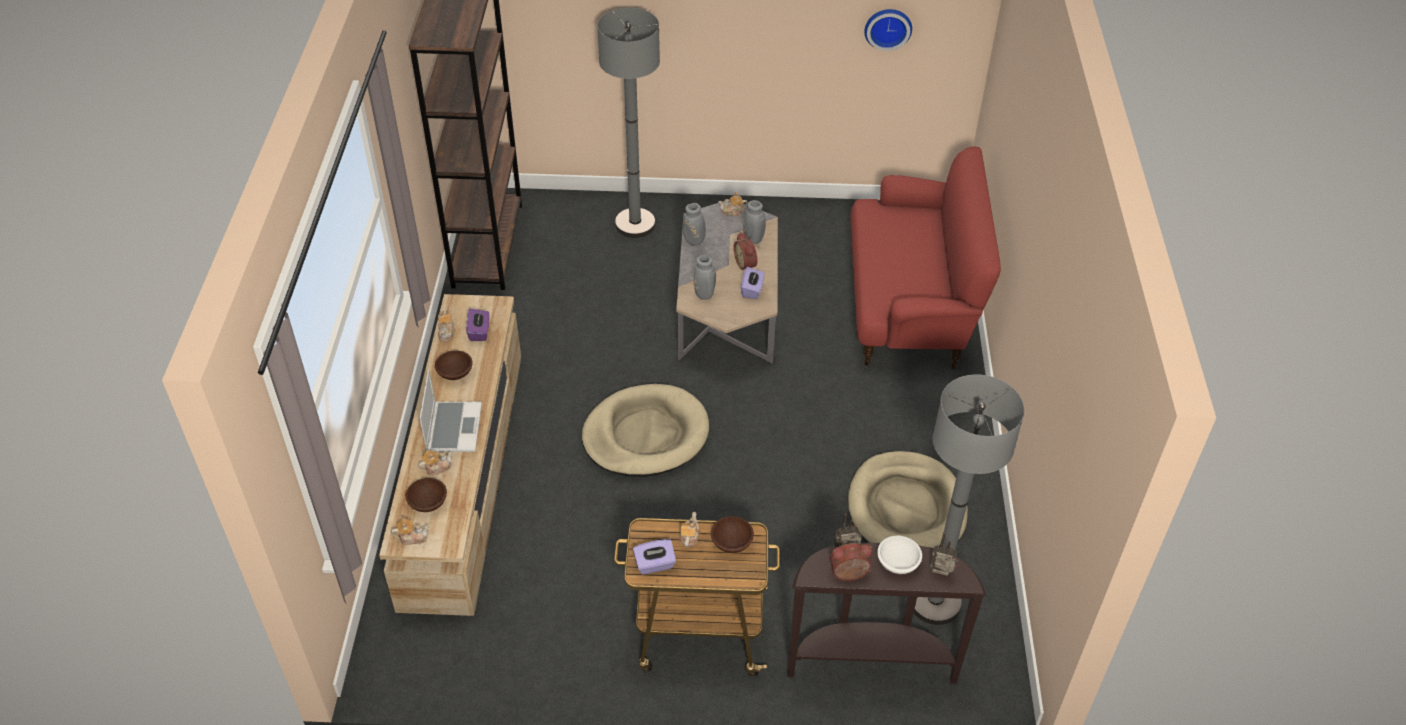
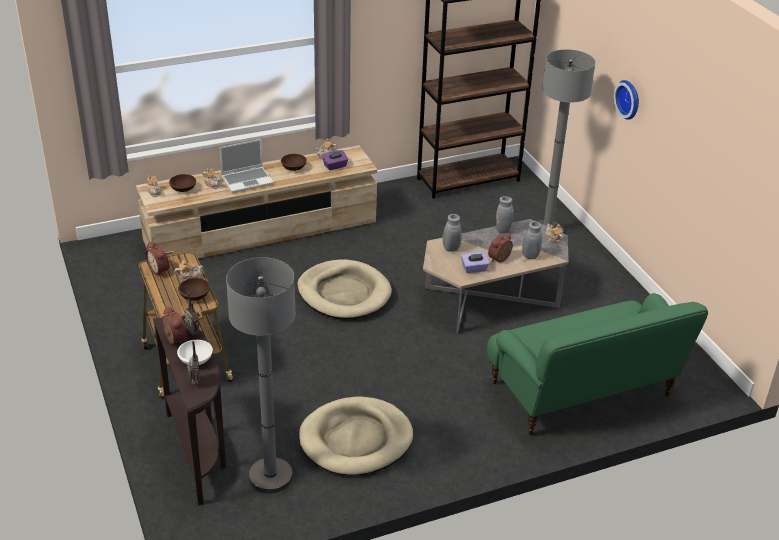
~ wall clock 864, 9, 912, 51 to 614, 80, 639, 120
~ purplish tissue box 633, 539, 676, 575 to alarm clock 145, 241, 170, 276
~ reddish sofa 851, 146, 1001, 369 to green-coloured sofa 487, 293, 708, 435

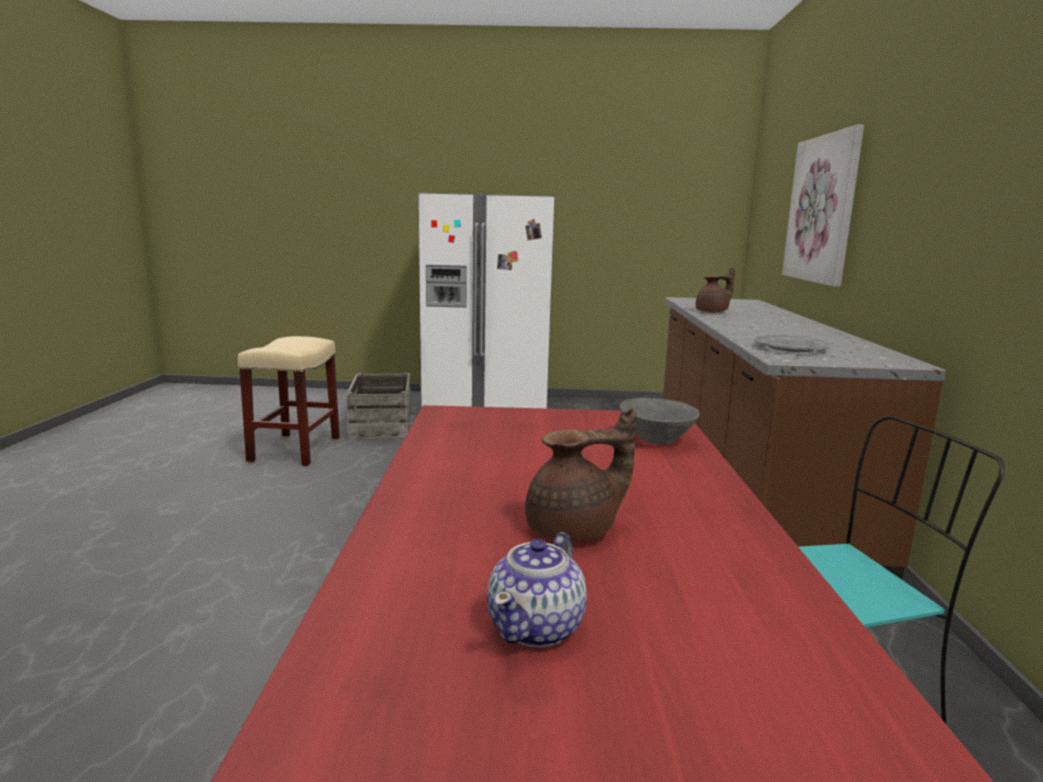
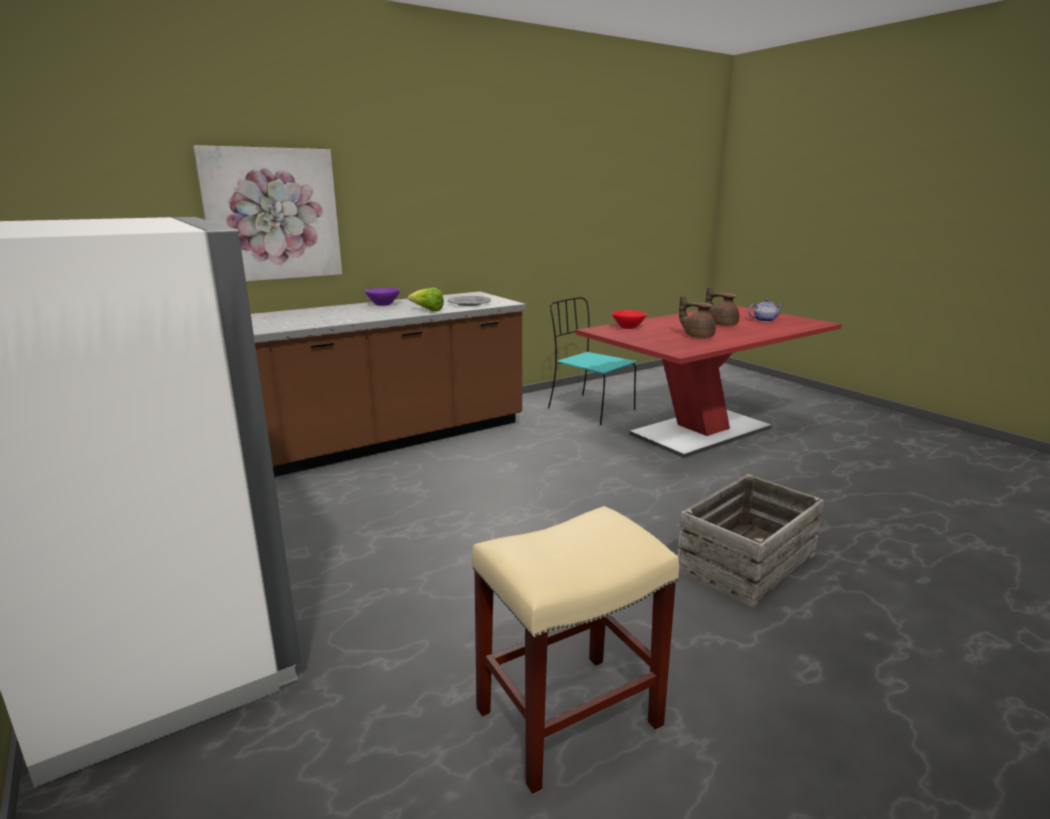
+ purplish serving bowl 365, 288, 400, 306
+ head of lettuce 408, 287, 444, 311
~ packing crate 346, 373, 412, 439 to 677, 474, 824, 608
~ brownish tea pot 696, 267, 735, 312 to 679, 295, 716, 338
~ greyish serving bowl 620, 398, 700, 444 to reddish serving bowl 612, 310, 647, 329

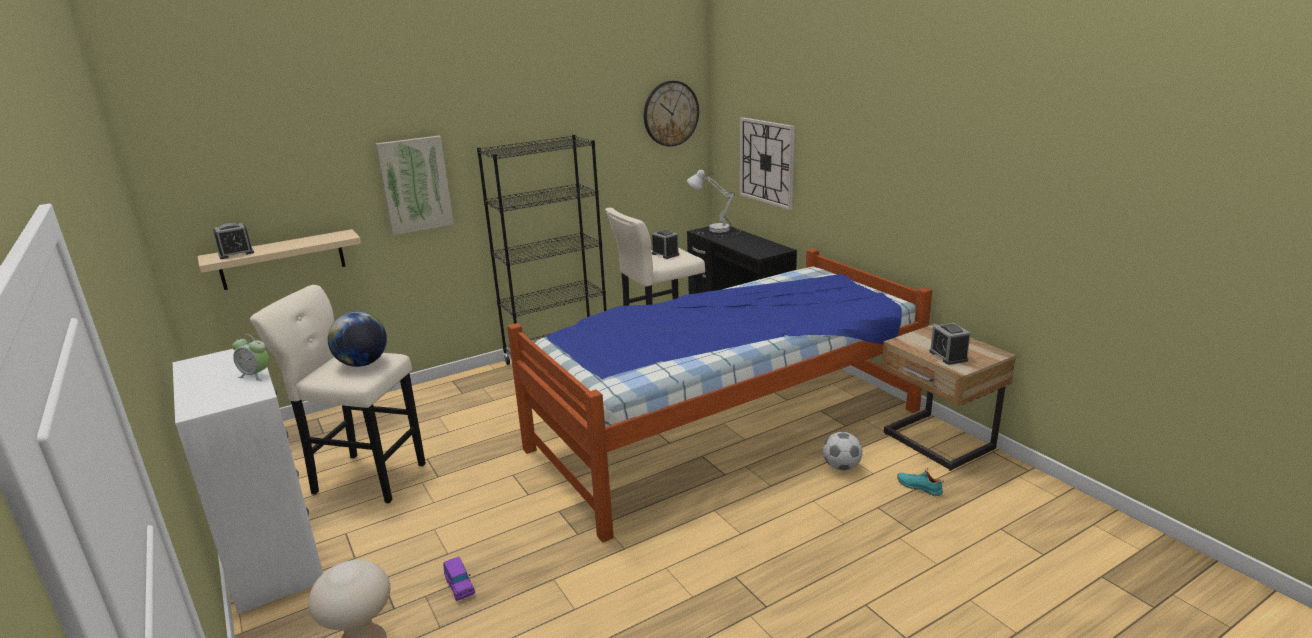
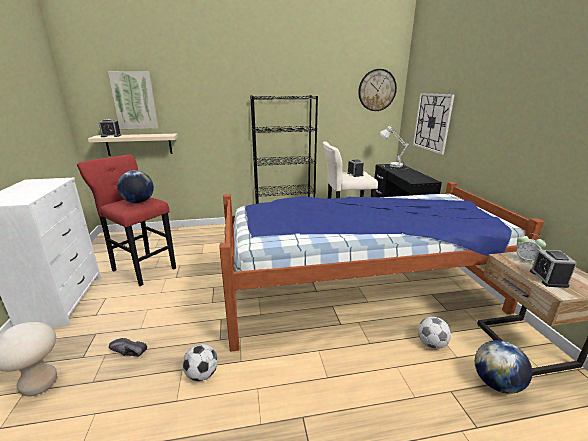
+ football 182, 344, 218, 381
~ alarm clock 232, 334, 269, 381 to 513, 233, 546, 265
~ picture 375, 136, 454, 235 to 108, 71, 158, 129
~ purplish toy car 444, 557, 475, 601 to blackish item of footwear 109, 338, 147, 357
~ turquoise-coloured item of footwear 897, 468, 944, 496 to globe 475, 340, 532, 394
~ sand-coloured sitting stool 250, 285, 426, 504 to reddish sitting stool 77, 154, 176, 286

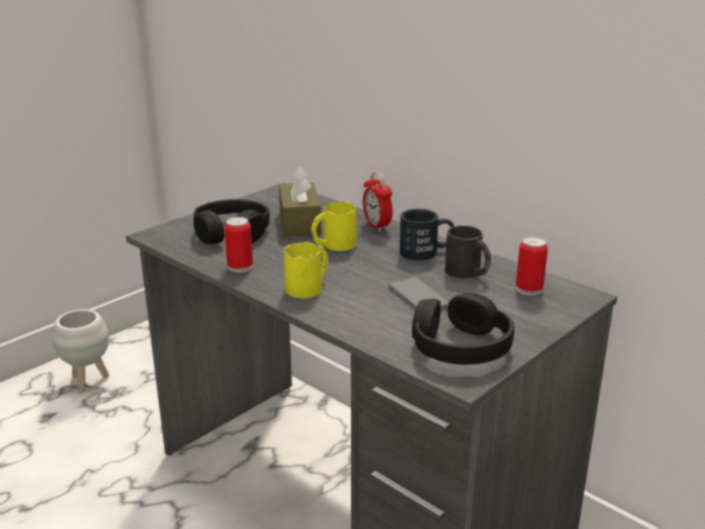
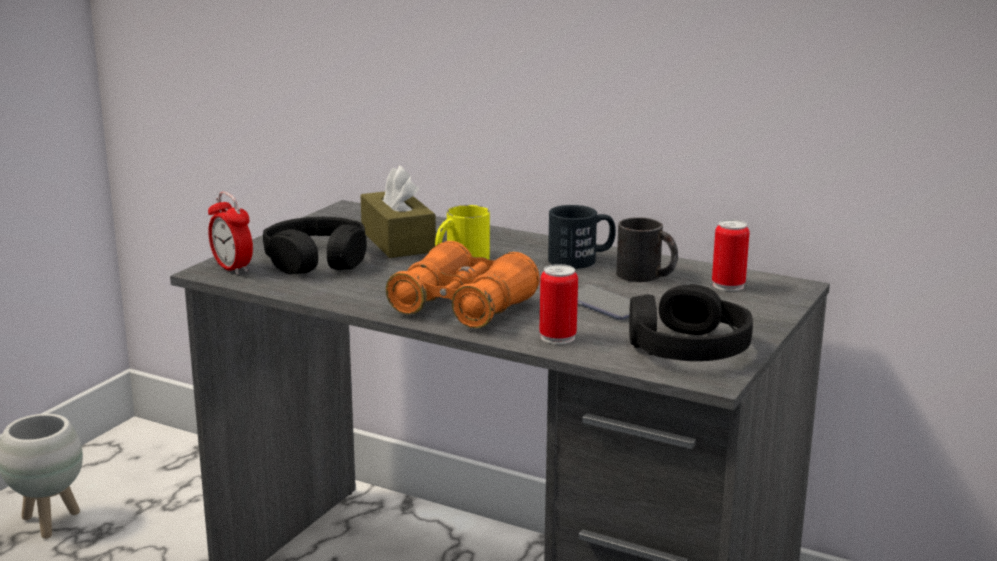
~ metal can 224, 217, 253, 272 to 540, 264, 578, 344
~ alarm clock 363, 172, 393, 232 to 208, 192, 253, 275
~ yellowish mug 284, 242, 328, 298 to orangey pair of binoculars 386, 241, 540, 328

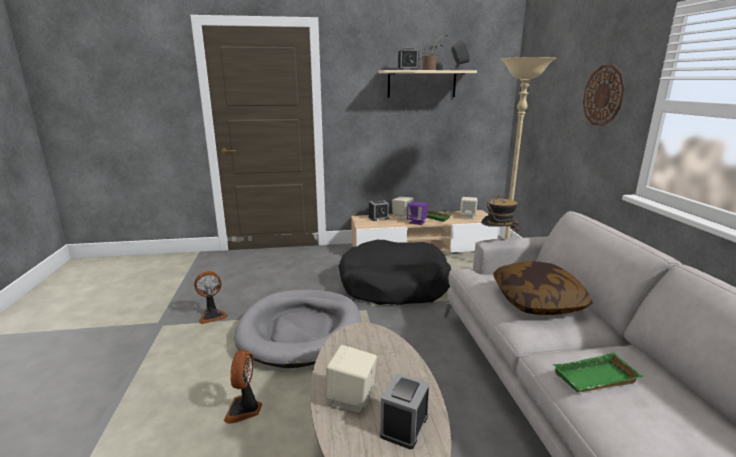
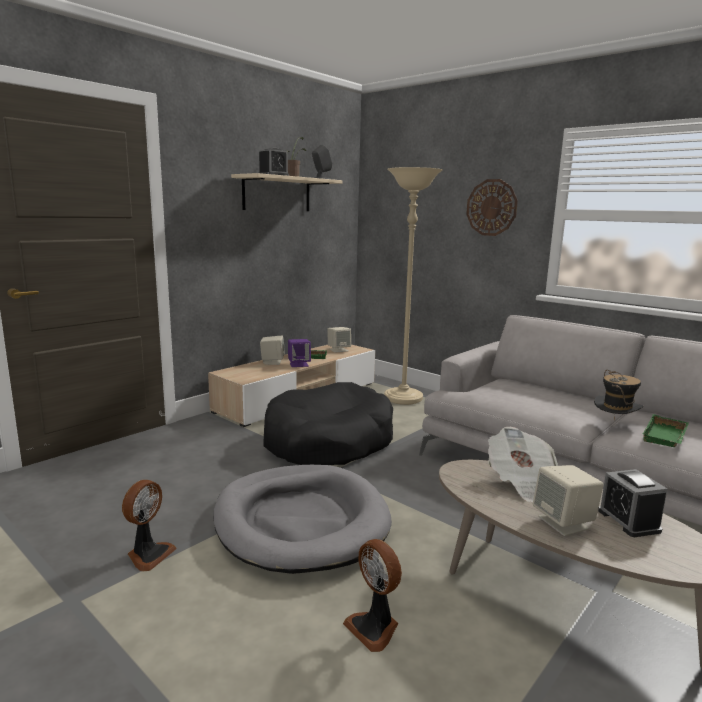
- alarm clock 368, 200, 390, 221
- cushion 493, 261, 593, 315
+ newspaper 488, 427, 558, 503
~ wearable hat 481, 194, 520, 231 to 594, 370, 644, 419

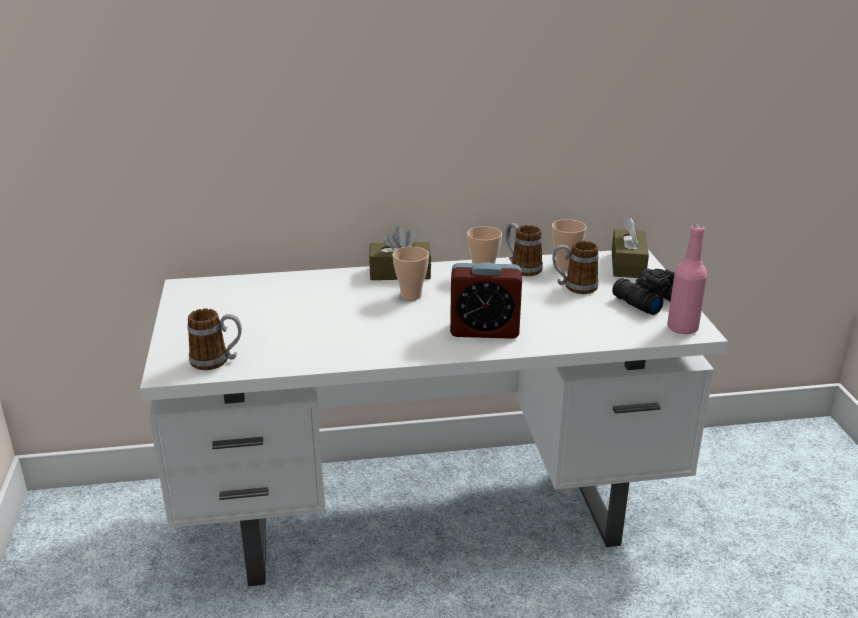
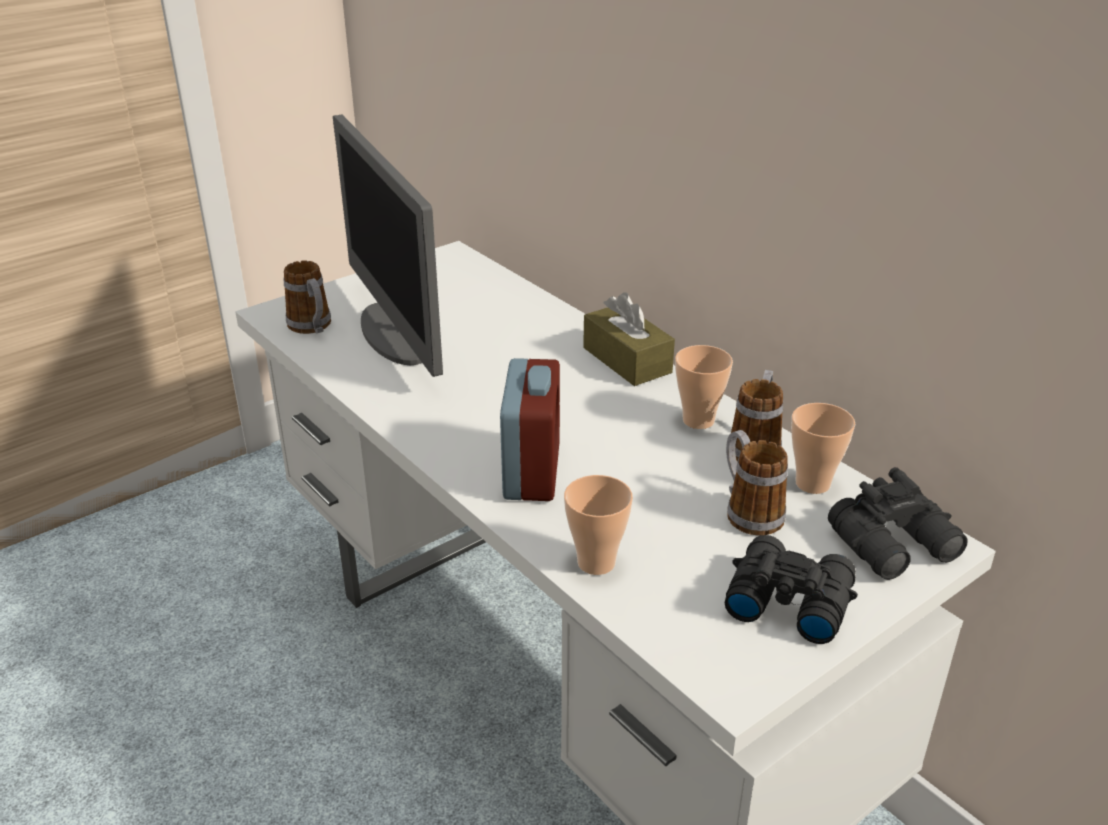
- pink-coloured beverage bottle 667, 224, 707, 335
+ computer screen 333, 115, 443, 377
~ drinking cup 393, 246, 429, 300 to 564, 475, 633, 575
~ brownish tissue box 612, 217, 649, 278 to blackish pair of binoculars 828, 467, 968, 580
~ alarm clock 450, 262, 522, 339 = 500, 358, 560, 501 150 degrees counterclockwise

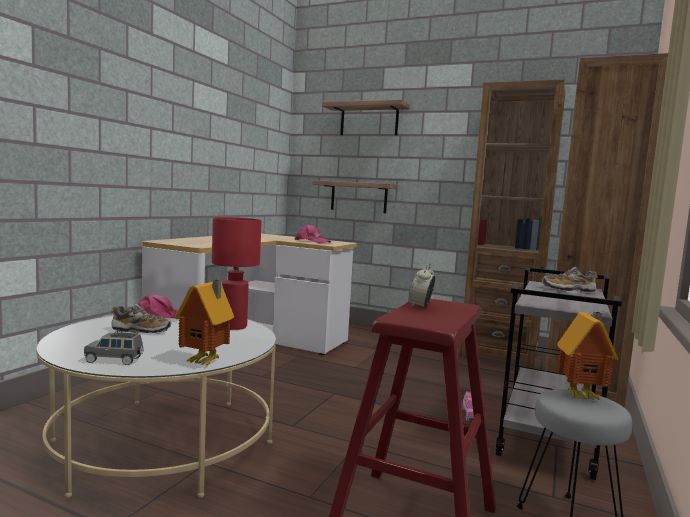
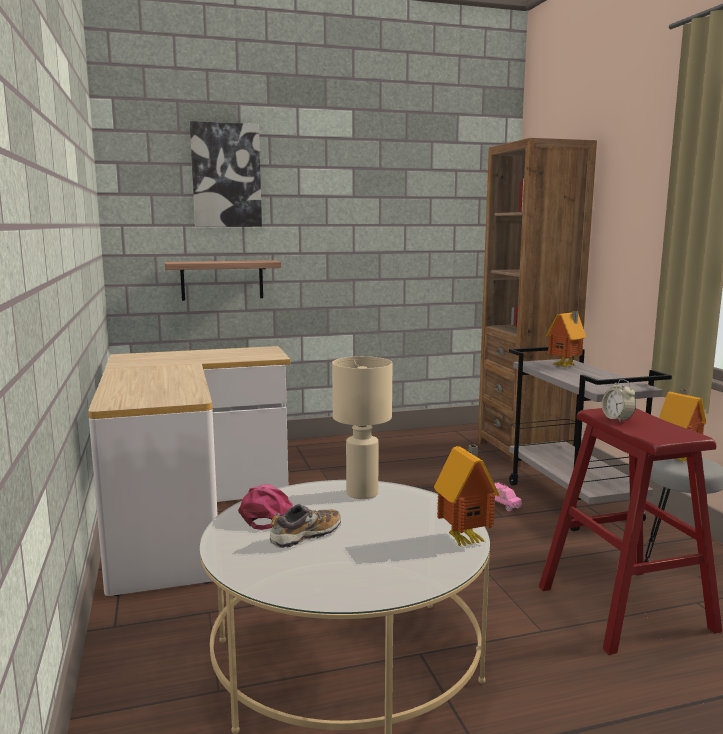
- greyish toy car 84, 331, 143, 365
- pink-coloured baseball cap 295, 224, 331, 244
- brownish bookshelf 459, 79, 565, 370
~ wall shelf 322, 100, 410, 135 to picture 190, 121, 262, 227
~ item of footwear 542, 267, 598, 293 to model house 546, 311, 586, 367
~ reddish table lamp 212, 217, 262, 330 to sand-coloured table lamp 332, 356, 392, 499

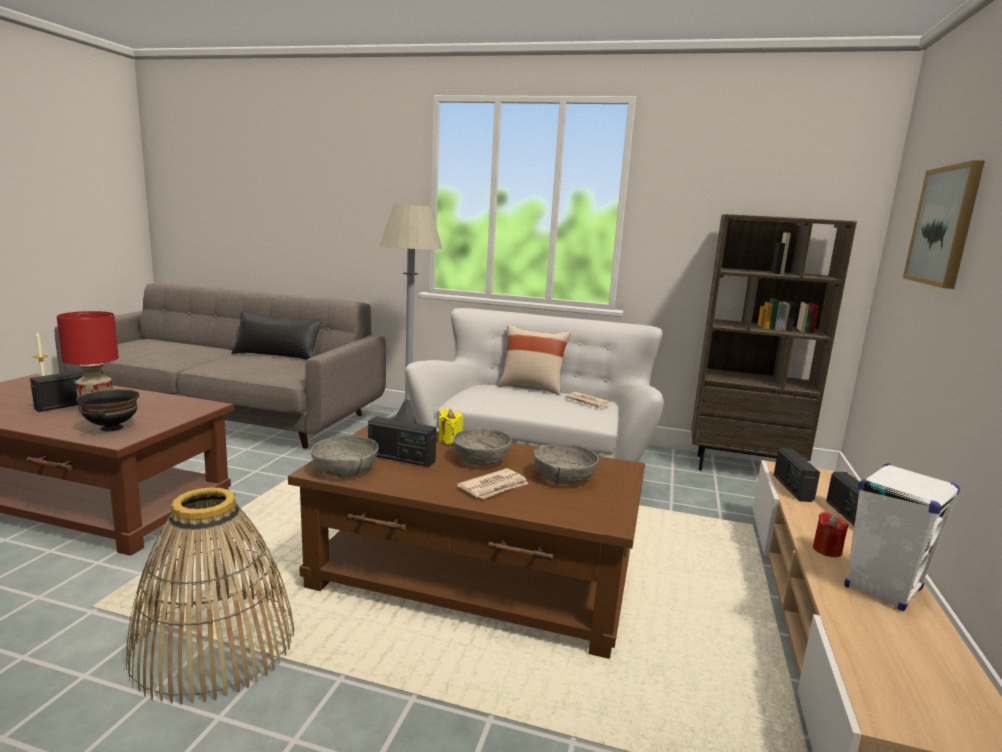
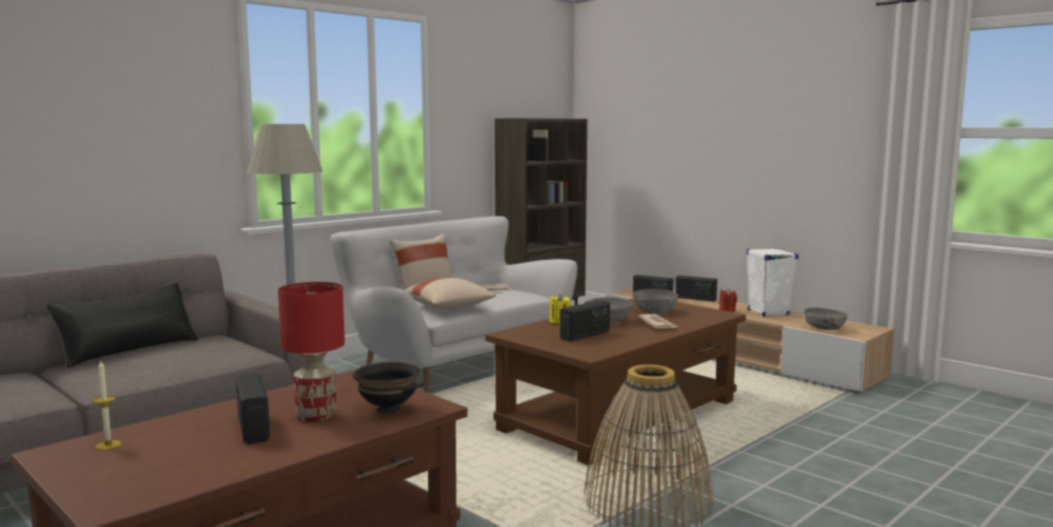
- picture 903, 160, 985, 289
+ sand-coloured cushion 405, 277, 496, 310
~ greyish serving bowl 311, 436, 379, 478 to 804, 308, 847, 330

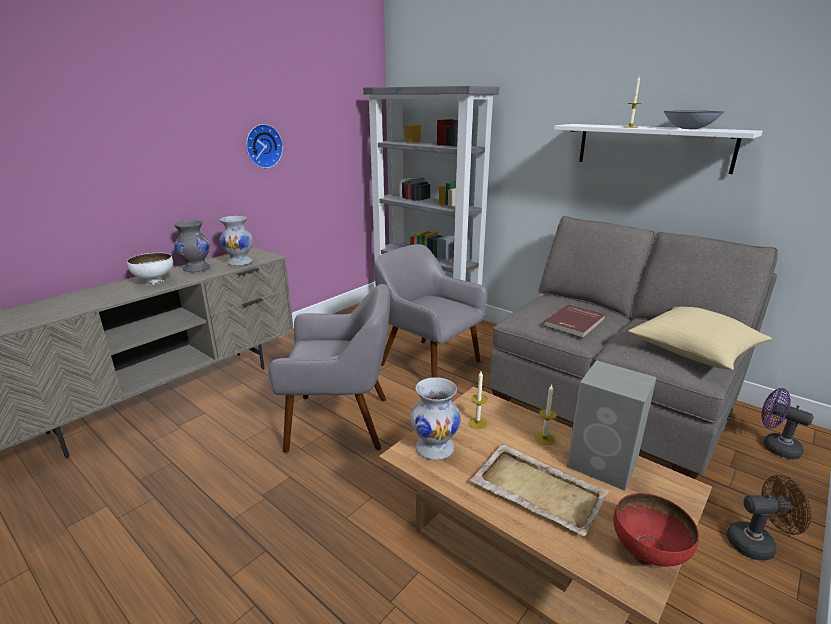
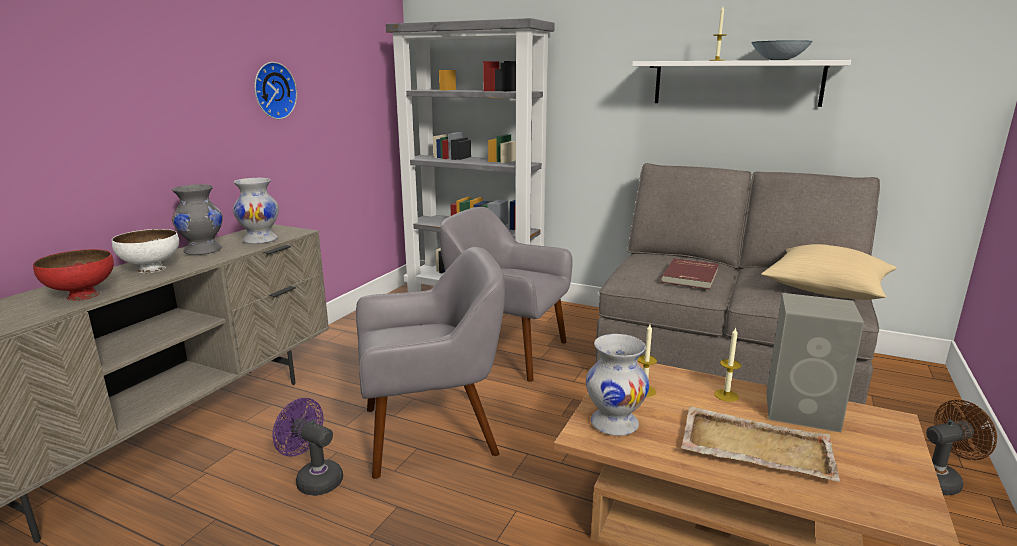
~ reddish serving bowl 614, 493, 699, 568 to 33, 249, 114, 301
~ purplish fan 761, 388, 814, 459 to 272, 398, 343, 496

